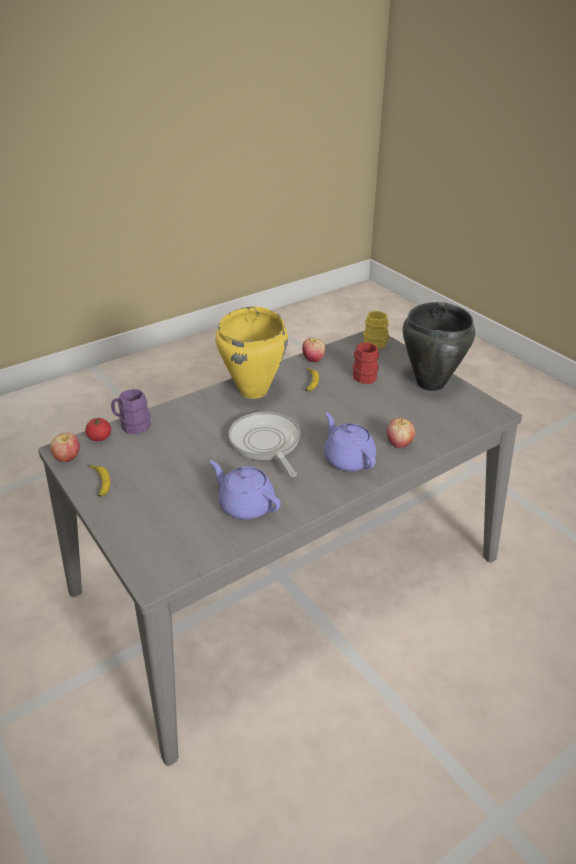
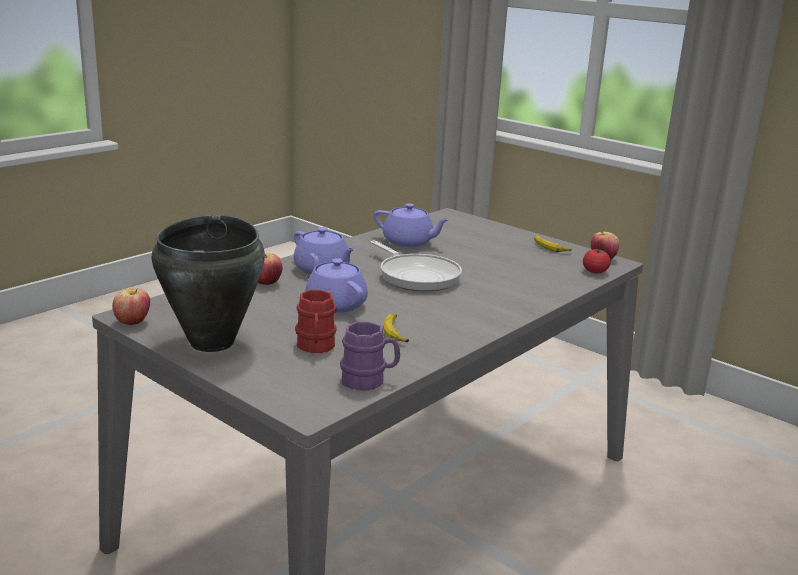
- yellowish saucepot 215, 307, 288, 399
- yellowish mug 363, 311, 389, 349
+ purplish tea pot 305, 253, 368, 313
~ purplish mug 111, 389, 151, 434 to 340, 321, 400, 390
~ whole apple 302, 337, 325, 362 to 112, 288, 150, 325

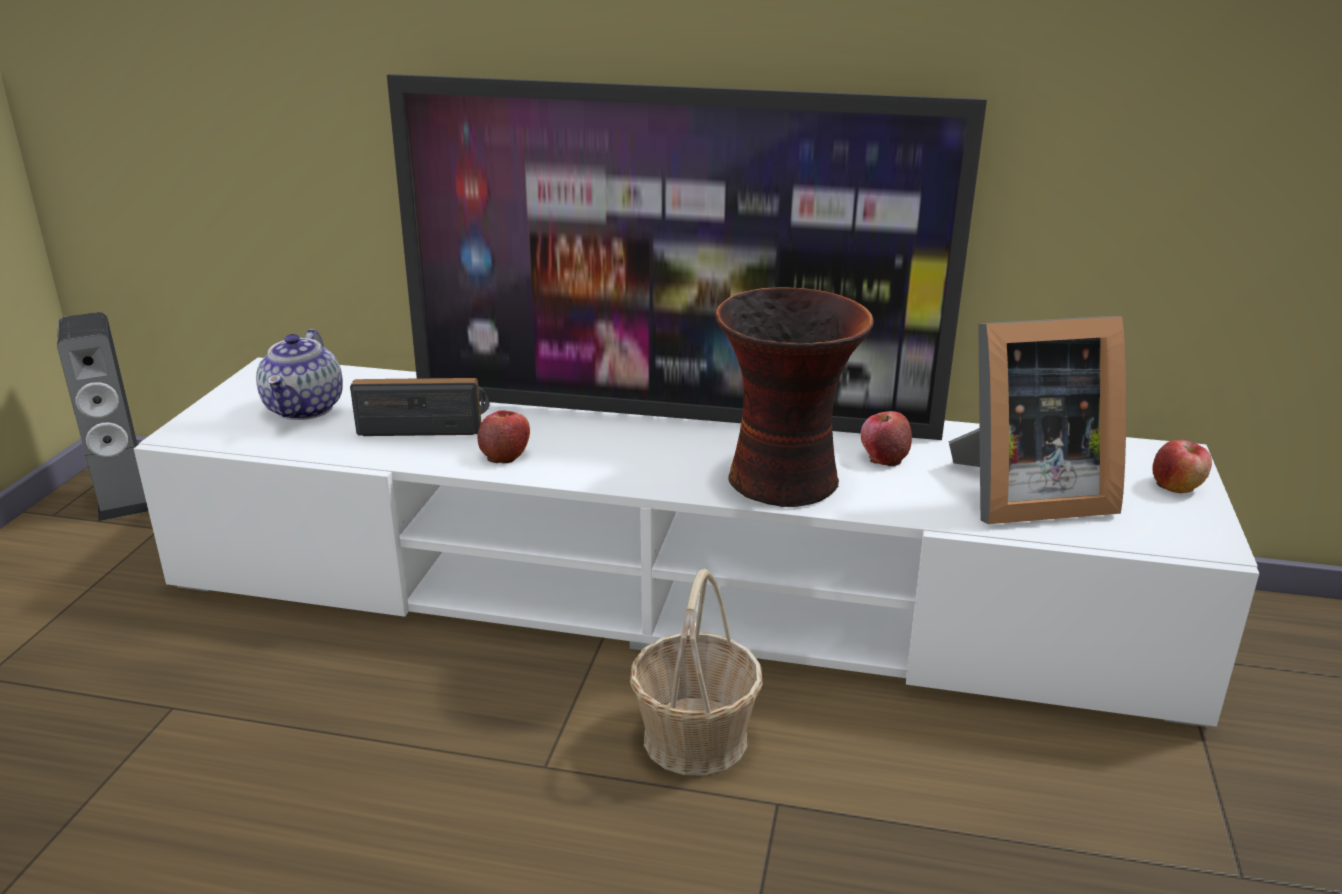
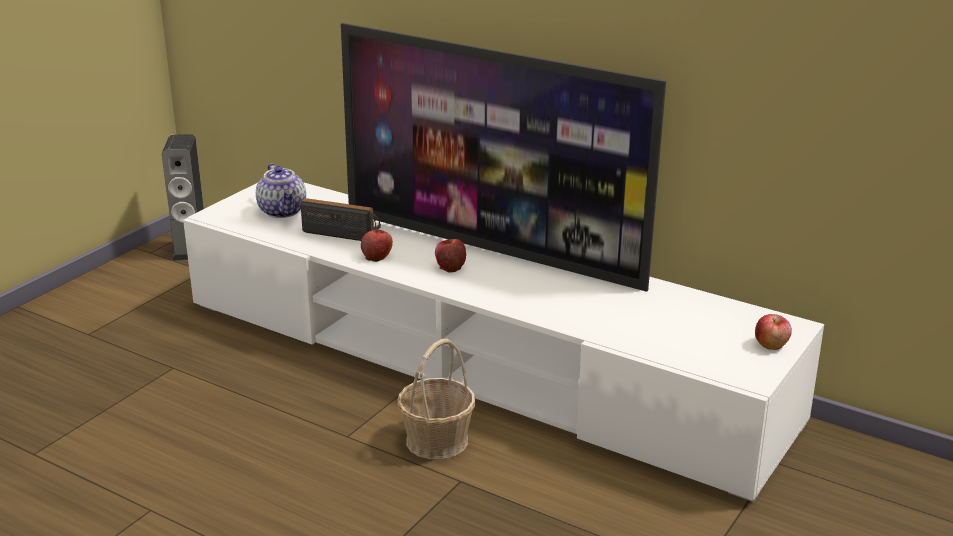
- decorative vase 715, 287, 874, 507
- photo frame 949, 316, 1126, 524
~ whole apple 861, 411, 912, 466 to 435, 239, 466, 273
~ tea pot 256, 329, 343, 420 = 256, 164, 306, 218 45 degrees counterclockwise

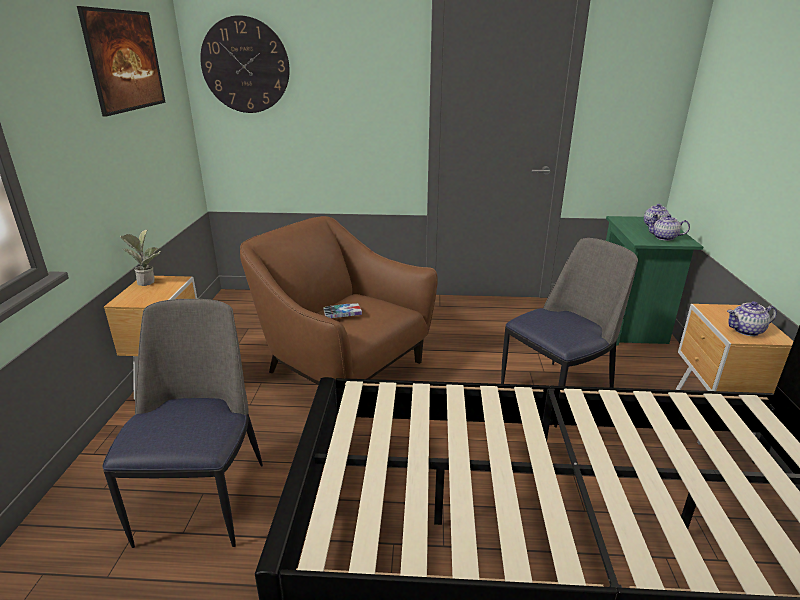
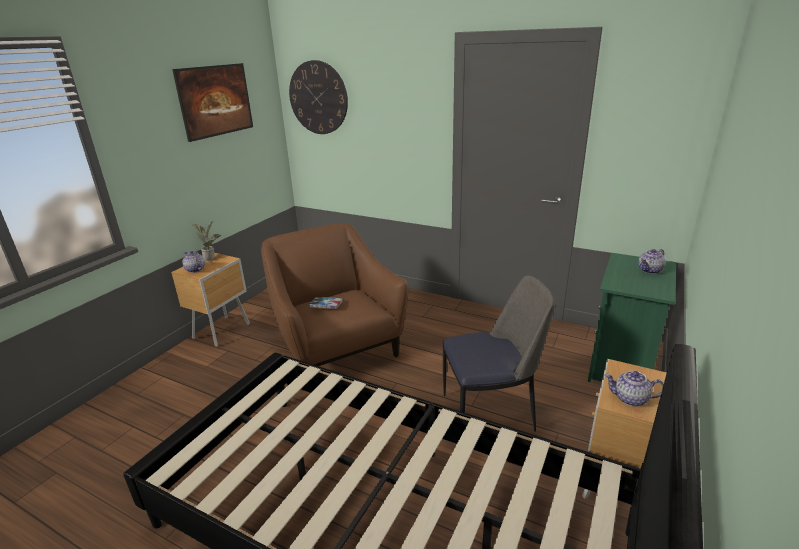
- chair 102, 299, 263, 548
~ tea pot 646, 214, 690, 241 to 182, 251, 205, 273

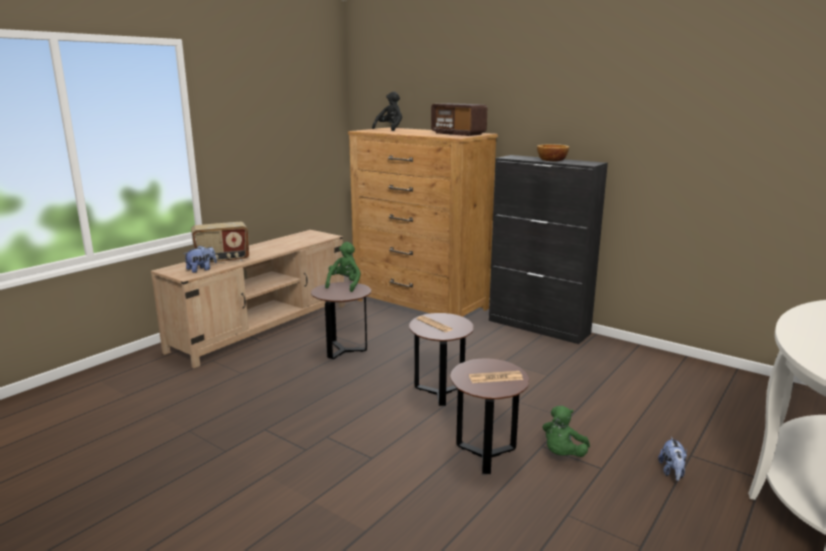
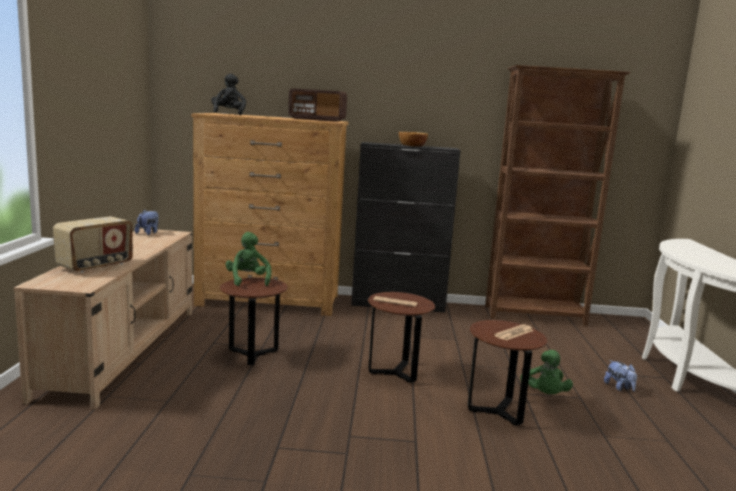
+ brownish bookshelf 485, 65, 631, 326
~ soft toy 184, 245, 217, 273 to 135, 210, 159, 235

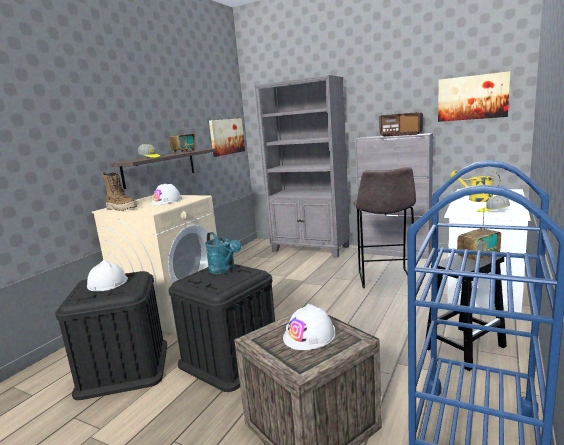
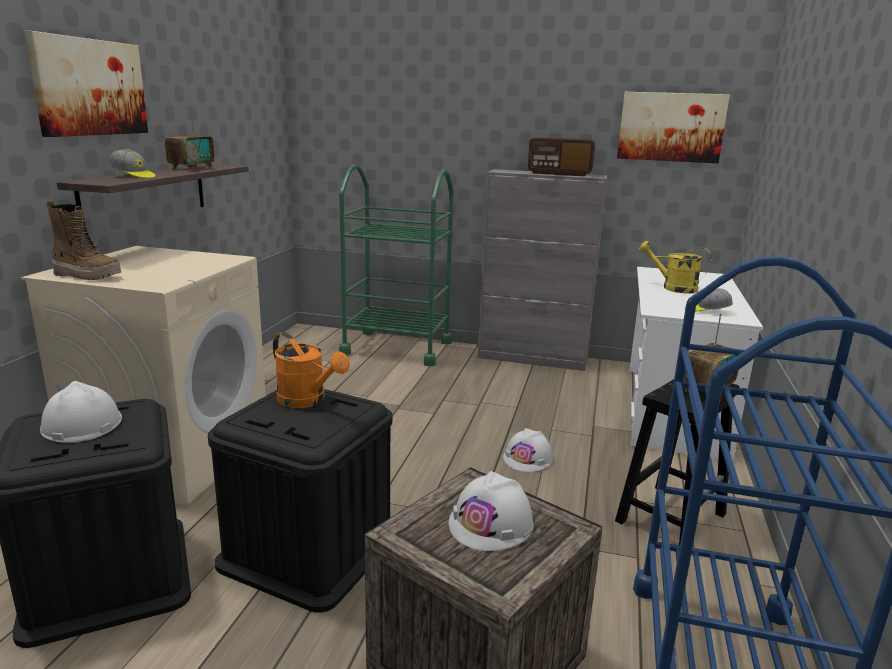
- greyish sitting stool 354, 167, 416, 288
~ white safety helmet 150, 184, 182, 205 to 503, 428, 553, 472
~ picture 209, 118, 245, 157 to 25, 31, 148, 137
~ greyish bookshelf 255, 75, 350, 258 to green-coloured trolley 339, 165, 453, 366
~ turquoise-coloured sprinkling can 205, 232, 241, 274 to orangey sprinkling can 273, 332, 350, 408

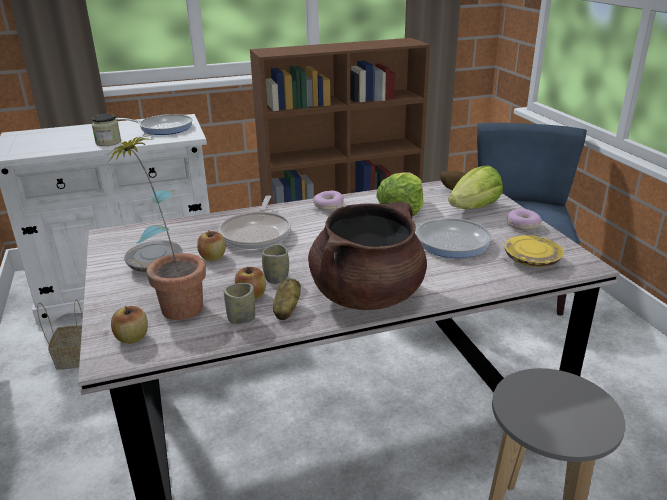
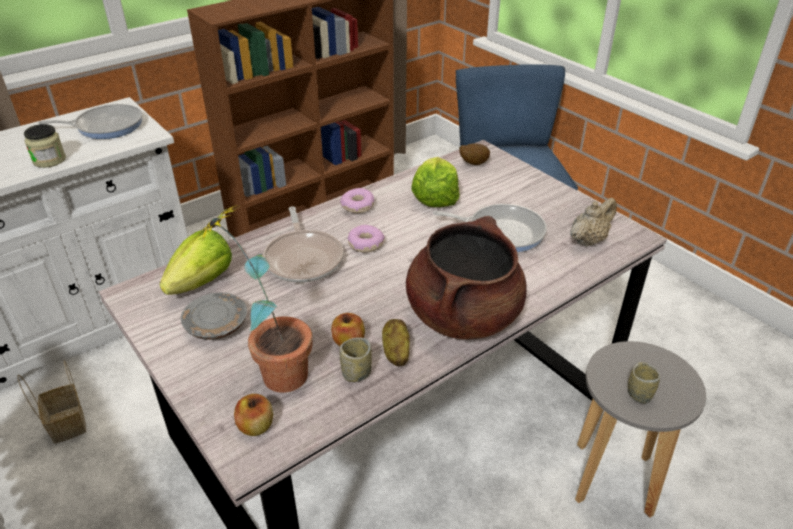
- whole apple 197, 230, 226, 261
~ drinking cup 262, 244, 289, 284 to 628, 362, 660, 404
~ head of lettuce 448, 166, 503, 209 to 160, 230, 232, 295
~ ring doughnut 507, 209, 542, 230 to 348, 225, 385, 252
~ yellowish flat dish 505, 235, 564, 267 to sand-coloured tea pot 570, 198, 617, 247

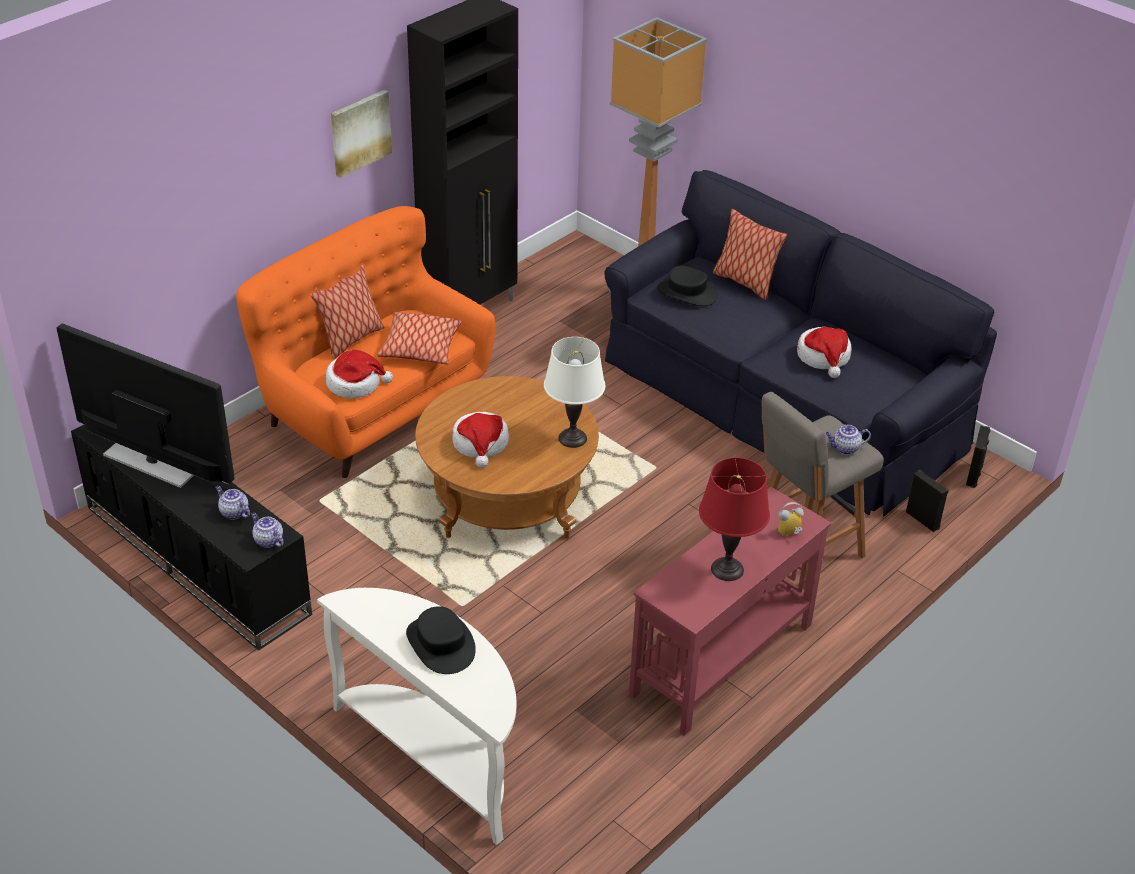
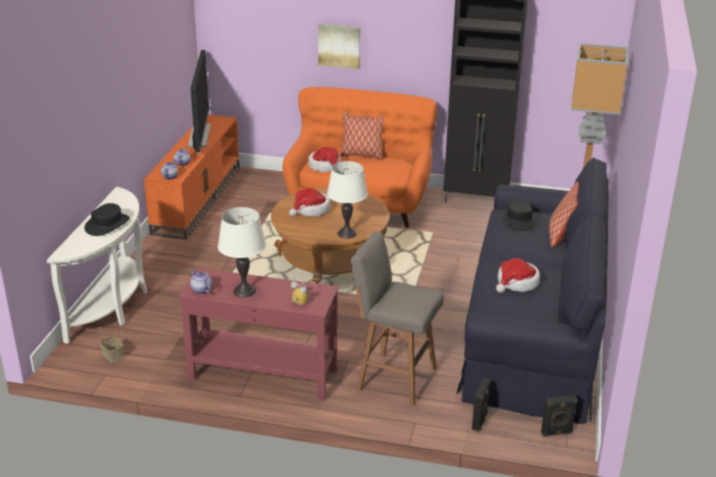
- cushion 378, 312, 461, 364
+ household basket 98, 320, 124, 363
~ picture 331, 90, 392, 178 to 318, 24, 360, 69
~ tea pot 825, 425, 871, 454 to 190, 269, 212, 294
~ blackish media console 71, 425, 312, 651 to orangey media console 144, 114, 240, 239
~ reddish table lamp 699, 458, 770, 581 to white table lamp 218, 207, 266, 297

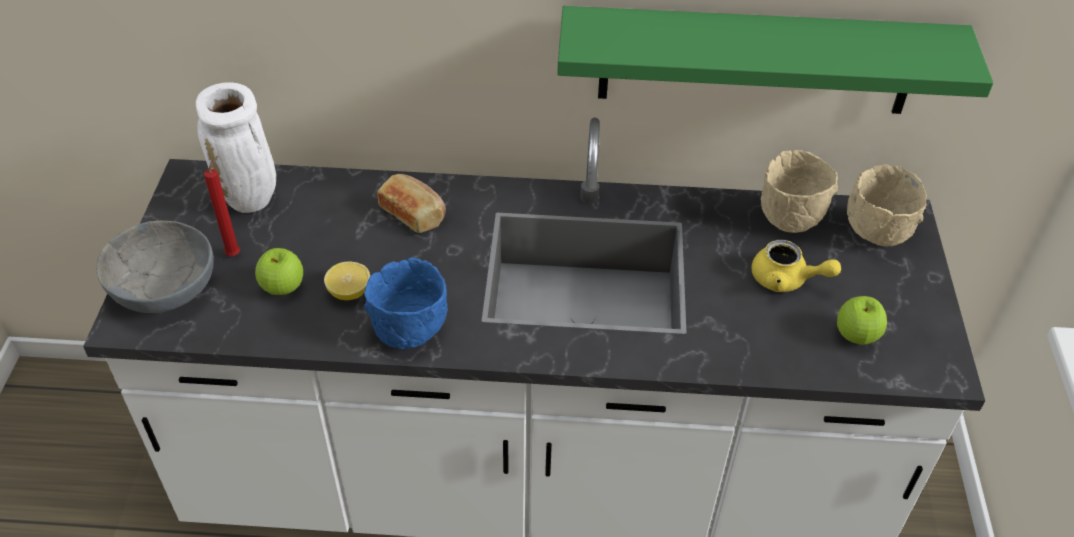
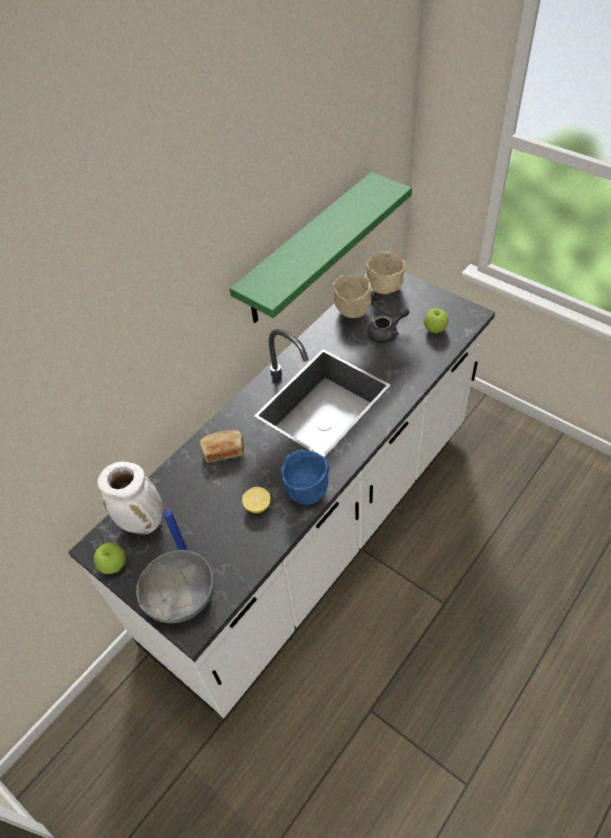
~ whole apple 255, 248, 303, 295 to 94, 543, 126, 574
~ reddish wax light 204, 156, 240, 256 to bluish wax light 163, 500, 187, 550
~ yellowish tea pot 752, 240, 841, 292 to greyish tea pot 368, 307, 409, 343

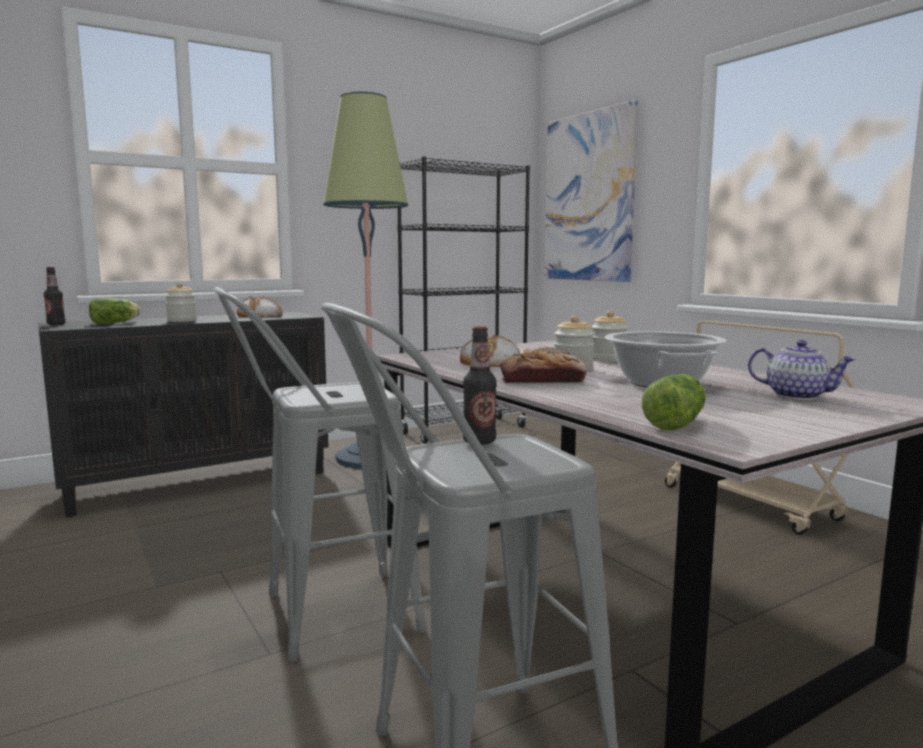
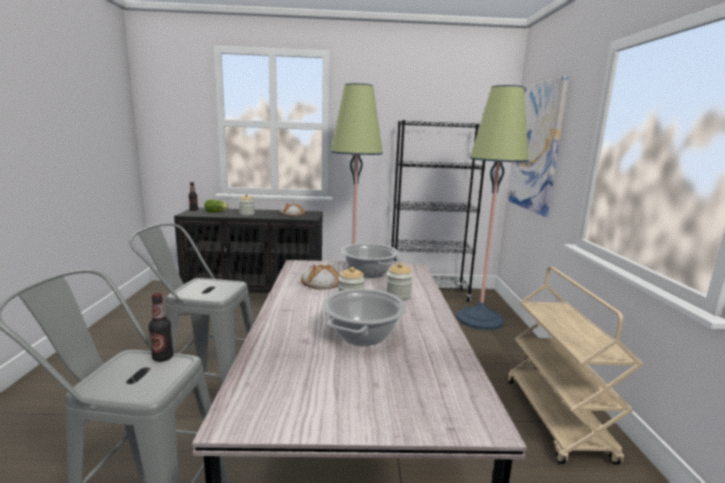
- bakery bread 500, 347, 587, 383
- head of lettuce 642, 374, 706, 431
- tea pot 748, 340, 856, 400
+ saucepot 340, 243, 402, 278
+ floor lamp 456, 85, 529, 330

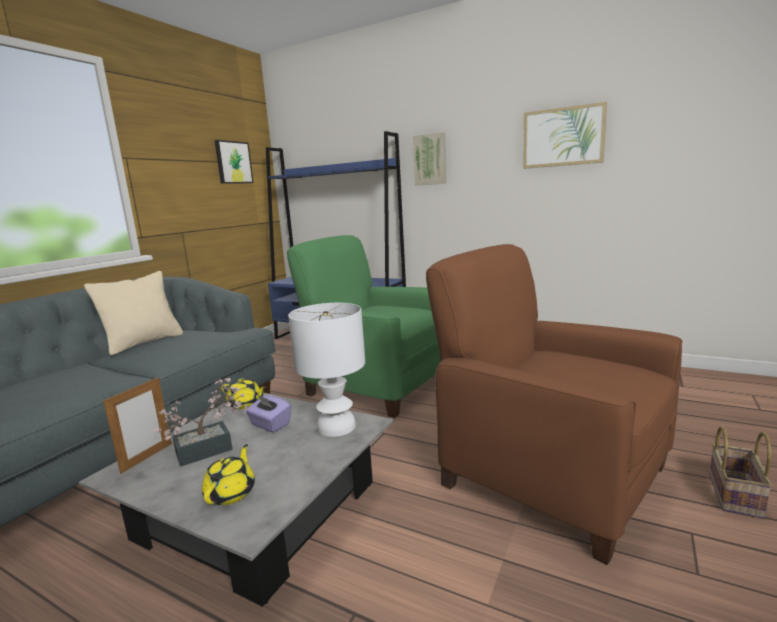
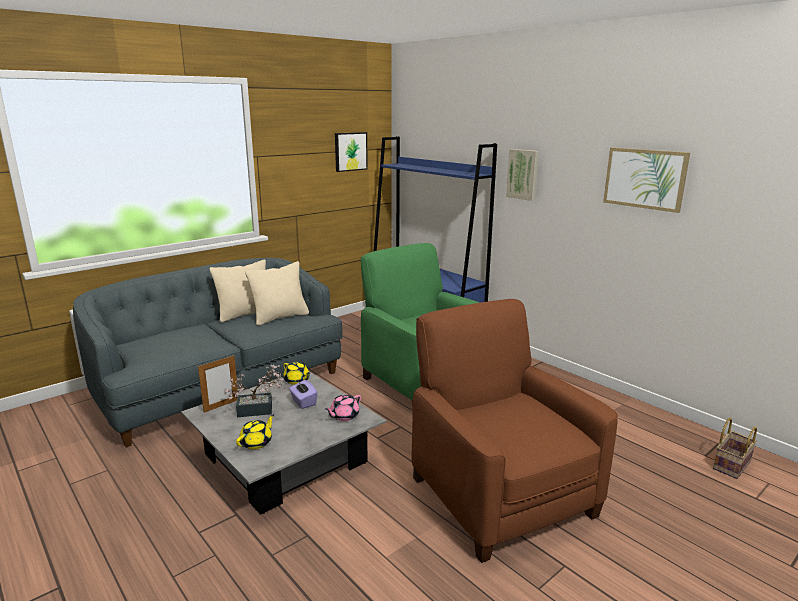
+ sand-coloured cushion 245, 261, 309, 326
~ household basket 709, 426, 773, 519 to 713, 418, 757, 479
~ white table lamp 288, 303, 365, 437 to pink-coloured tea pot 325, 395, 361, 421

